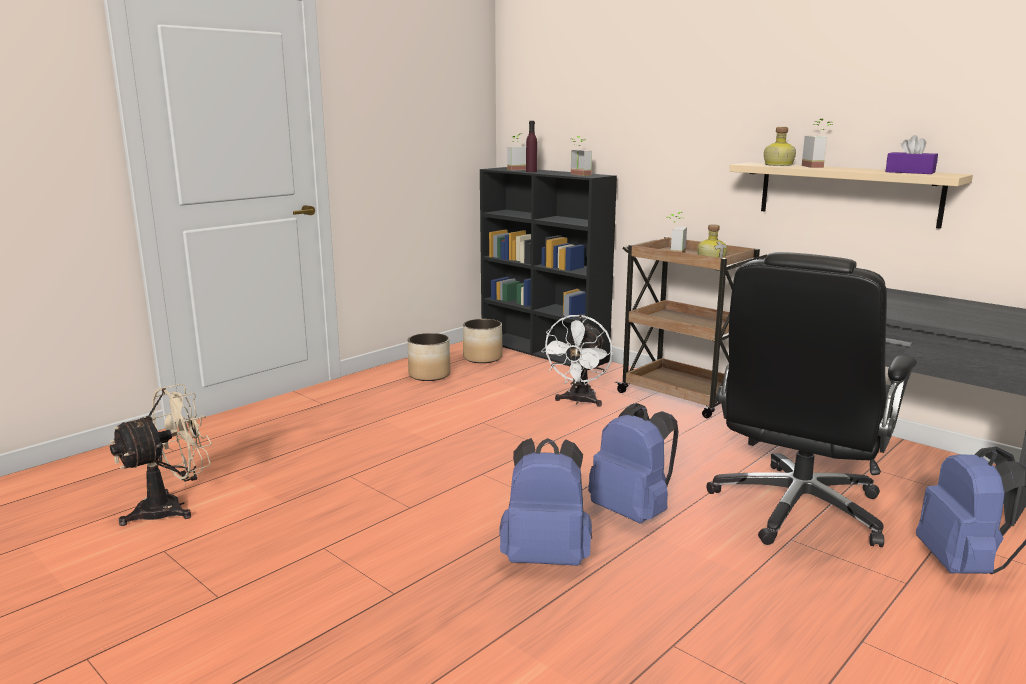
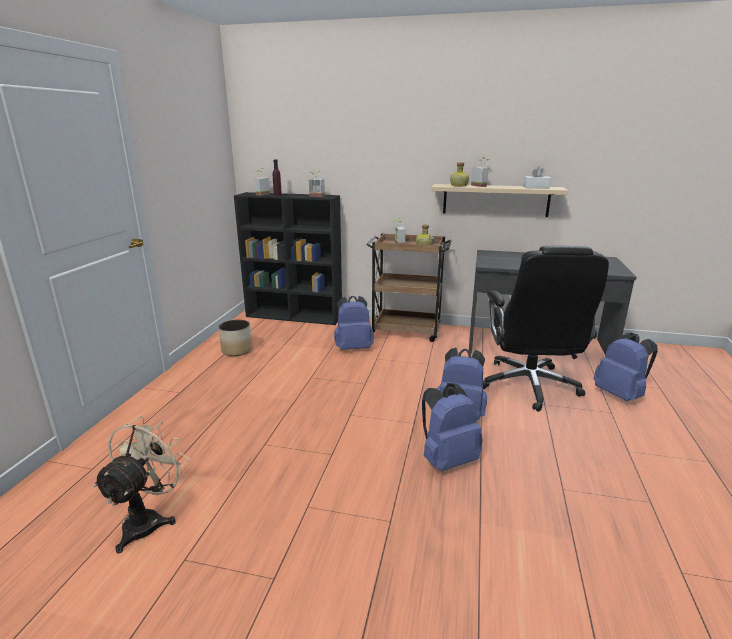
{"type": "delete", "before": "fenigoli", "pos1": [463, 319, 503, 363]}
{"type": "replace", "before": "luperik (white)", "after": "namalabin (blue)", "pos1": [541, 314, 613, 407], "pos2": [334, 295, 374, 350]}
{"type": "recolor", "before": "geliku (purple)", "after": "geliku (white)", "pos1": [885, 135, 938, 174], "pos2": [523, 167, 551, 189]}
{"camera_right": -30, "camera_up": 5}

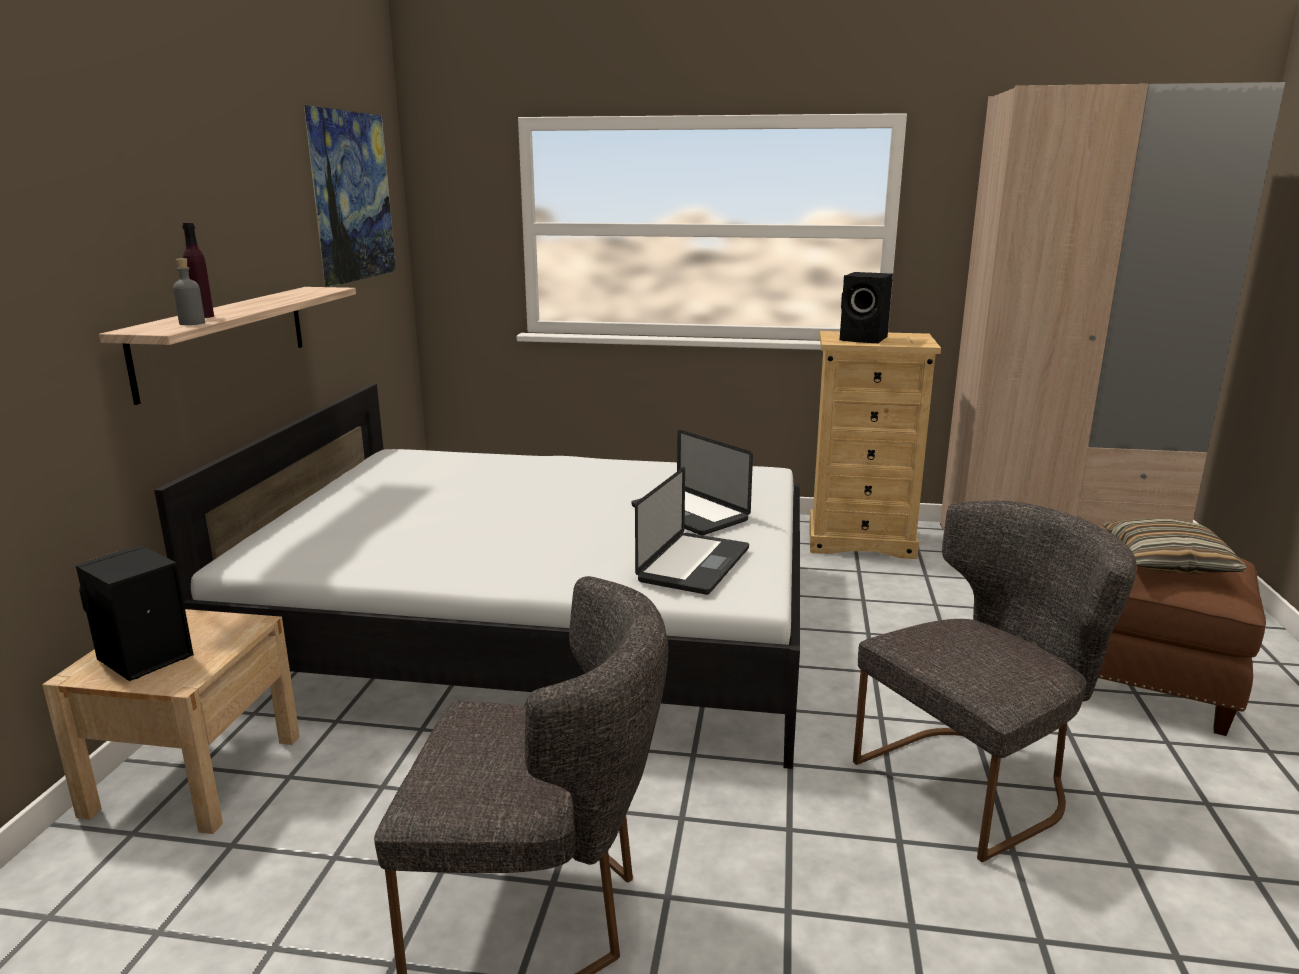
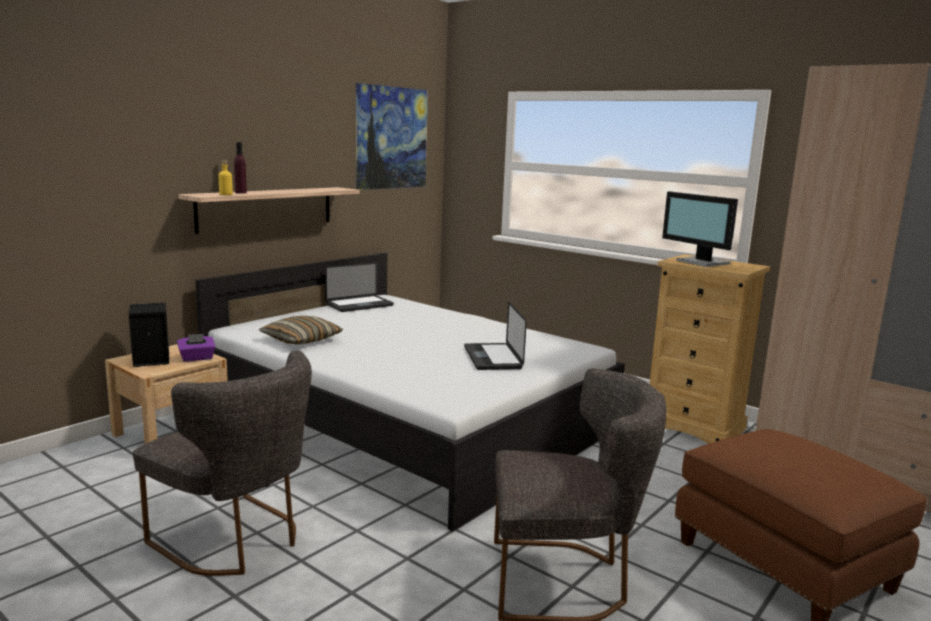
{"type": "insert", "after": "geliku (purple)", "pos2": [177, 334, 215, 362]}
{"type": "move", "before": "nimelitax", "pos1": [635, 467, 749, 595], "pos2": [325, 262, 394, 312]}
{"type": "move", "before": "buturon", "pos1": [1102, 518, 1247, 574], "pos2": [259, 316, 343, 345]}
{"type": "replace", "before": "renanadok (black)", "after": "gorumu", "pos1": [840, 272, 893, 343], "pos2": [662, 192, 738, 267]}
{"type": "recolor", "before": "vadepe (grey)", "after": "vadepe (yellow)", "pos1": [173, 258, 205, 325], "pos2": [218, 160, 233, 195]}
{"camera_right": 30, "camera_up": -5}

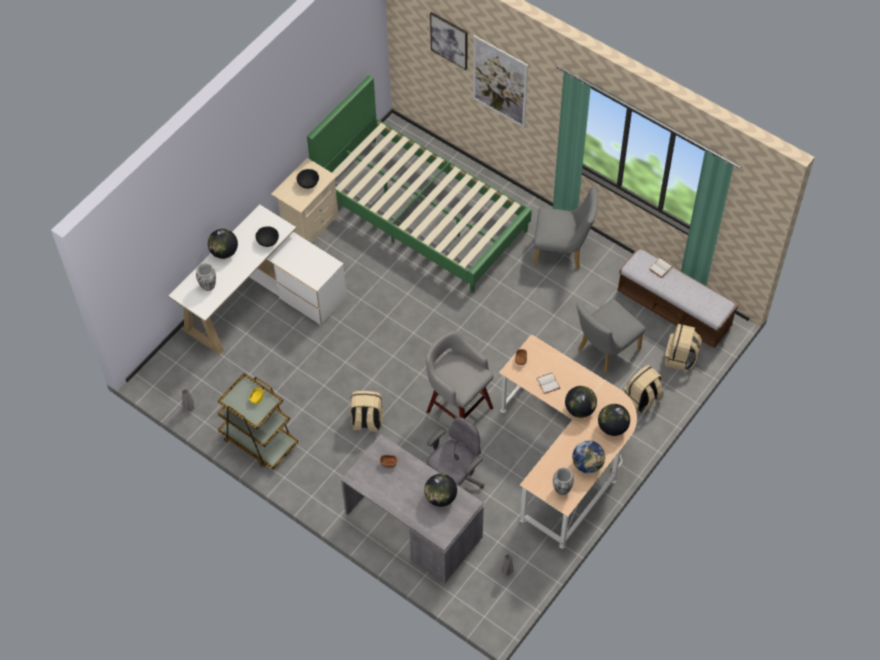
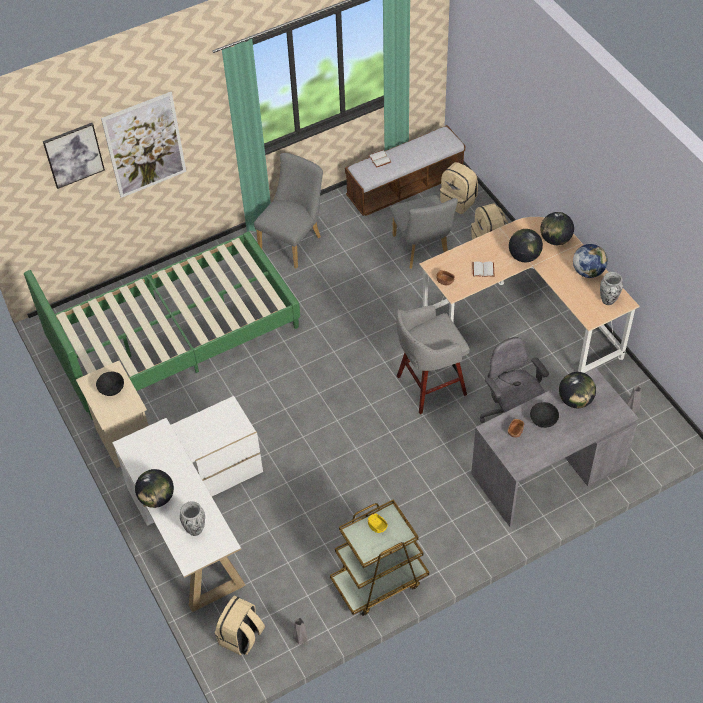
{"type": "move", "before": "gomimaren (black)", "pos1": [255, 226, 279, 247], "pos2": [530, 402, 559, 428]}
{"type": "move", "before": "namalabin (beige)", "pos1": [350, 391, 383, 432], "pos2": [215, 596, 265, 655]}
{"camera_right": -65, "camera_up": -5}

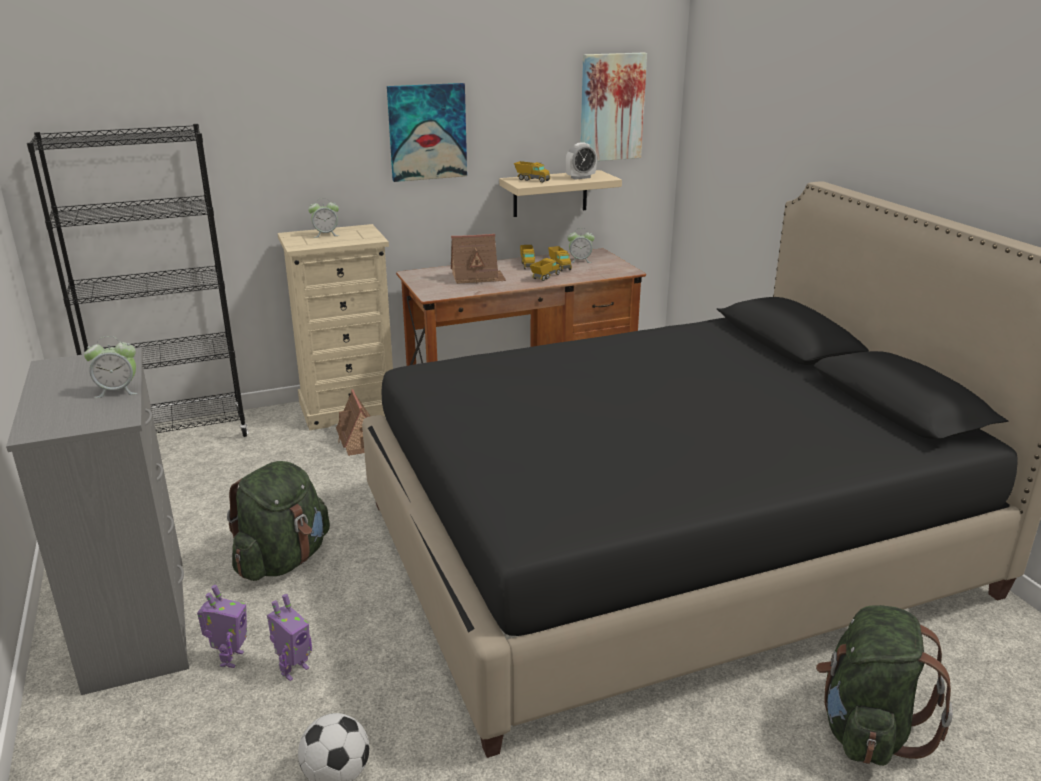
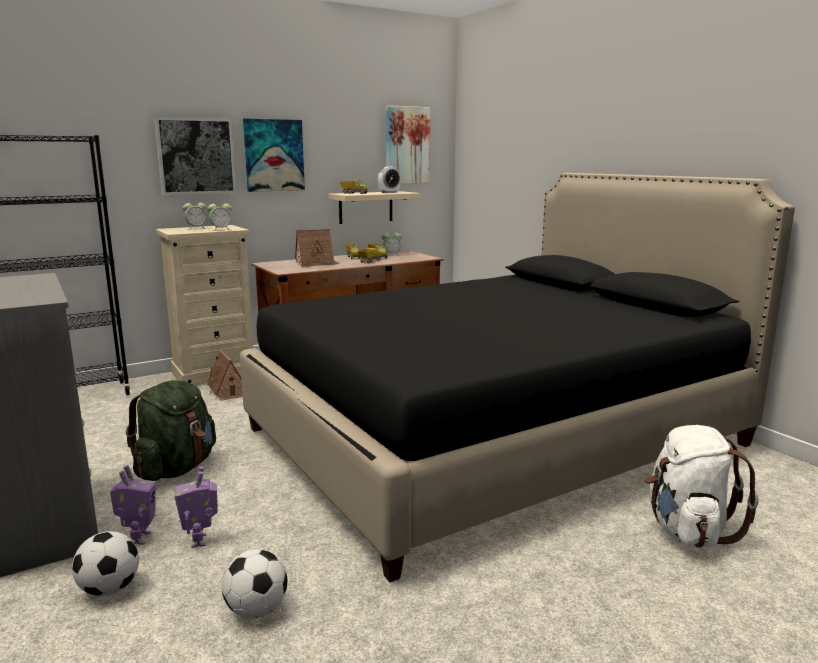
{"type": "insert", "after": "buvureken", "pos2": [72, 531, 139, 596]}
{"type": "insert", "after": "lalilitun", "pos2": [154, 117, 236, 195]}
{"type": "move", "before": "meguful", "pos1": [84, 336, 137, 398], "pos2": [207, 200, 232, 231]}
{"type": "recolor", "before": "namalabin (green)", "after": "namalabin (white)", "pos1": [816, 605, 953, 766], "pos2": [644, 425, 758, 548]}
{"type": "rotate", "before": "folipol", "pos1": [267, 594, 312, 681], "pos2": [174, 466, 218, 548], "turn": 135}
{"camera_right": -10, "camera_up": -10}

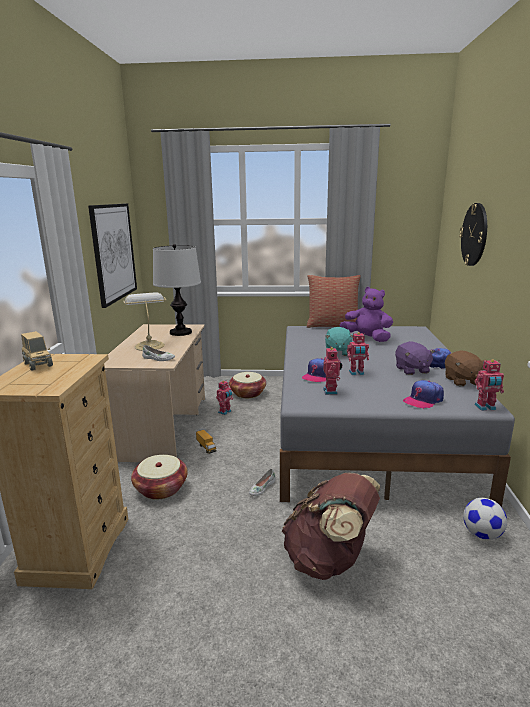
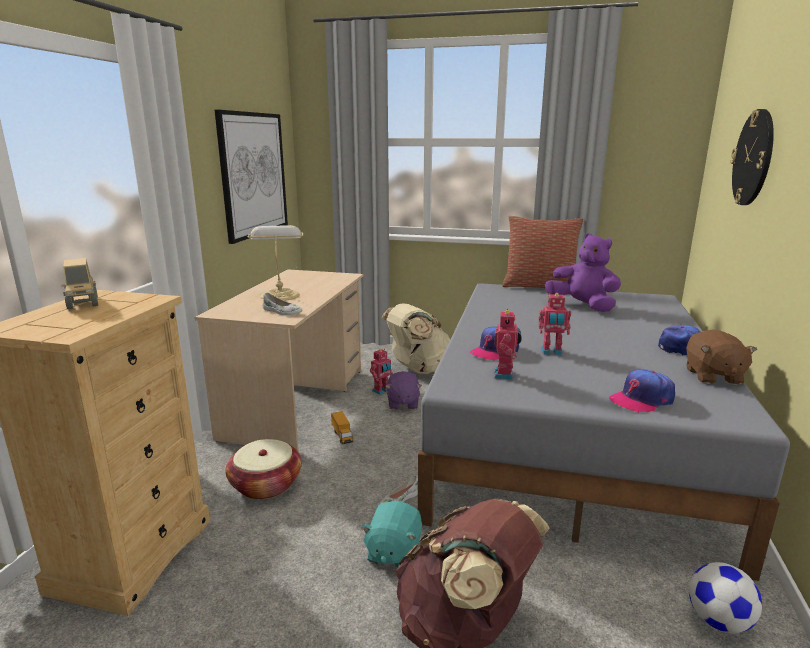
{"type": "delete", "before": "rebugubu", "pos1": [153, 244, 201, 336]}
{"type": "delete", "before": "folipol", "pos1": [474, 359, 504, 411]}
{"type": "move", "before": "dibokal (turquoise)", "pos1": [325, 327, 353, 356], "pos2": [361, 501, 422, 568]}
{"type": "move", "before": "dibokal (purple)", "pos1": [395, 341, 435, 375], "pos2": [385, 371, 422, 410]}
{"type": "replace", "before": "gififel", "after": "namalabin (beige)", "pos1": [229, 372, 266, 398], "pos2": [381, 303, 450, 374]}
{"camera_right": 10, "camera_up": 0}

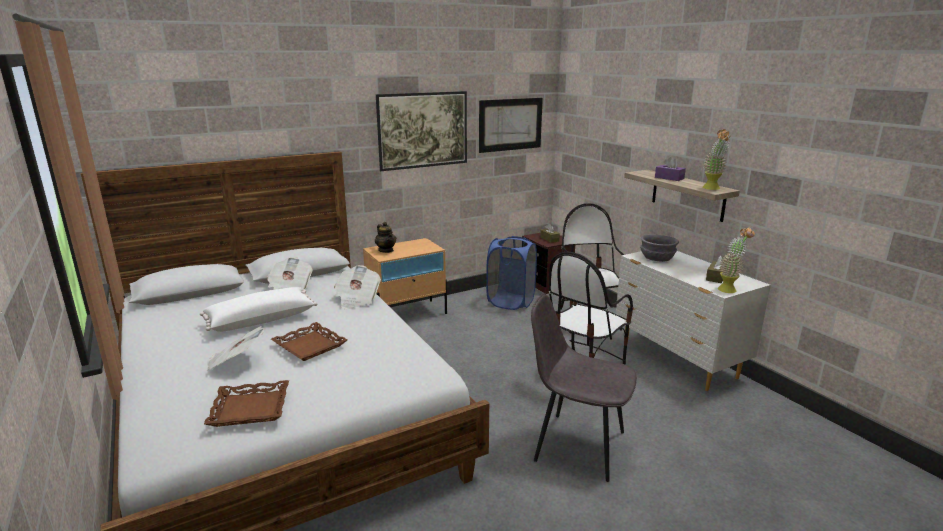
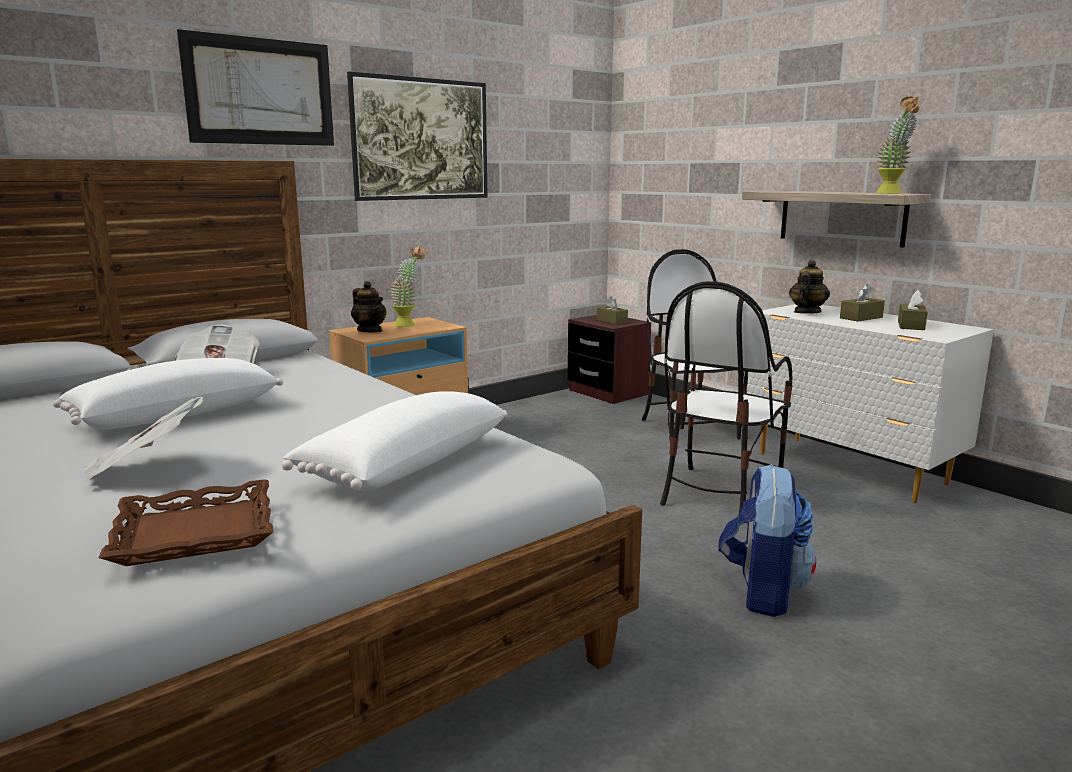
{"type": "delete", "before": "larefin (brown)", "pos1": [271, 322, 348, 361]}
{"type": "delete", "before": "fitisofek", "pos1": [334, 265, 381, 309]}
{"type": "delete", "before": "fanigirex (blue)", "pos1": [486, 236, 537, 310]}
{"type": "delete", "before": "geliku (purple)", "pos1": [655, 157, 686, 181]}
{"type": "insert", "after": "buturon (white)", "pos2": [282, 391, 508, 492]}
{"type": "insert", "after": "geliku (brown)", "pos2": [840, 284, 885, 321]}
{"type": "move", "before": "lalilitun", "pos1": [479, 98, 543, 153], "pos2": [177, 29, 334, 146]}
{"type": "move", "before": "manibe", "pos1": [718, 228, 755, 293], "pos2": [390, 247, 425, 327]}
{"type": "replace", "before": "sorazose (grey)", "after": "namalabin", "pos1": [531, 293, 637, 482], "pos2": [718, 464, 816, 617]}
{"type": "replace", "before": "gomimaren (grey)", "after": "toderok", "pos1": [640, 235, 679, 262], "pos2": [789, 260, 830, 314]}
{"camera_right": -10, "camera_up": -5}

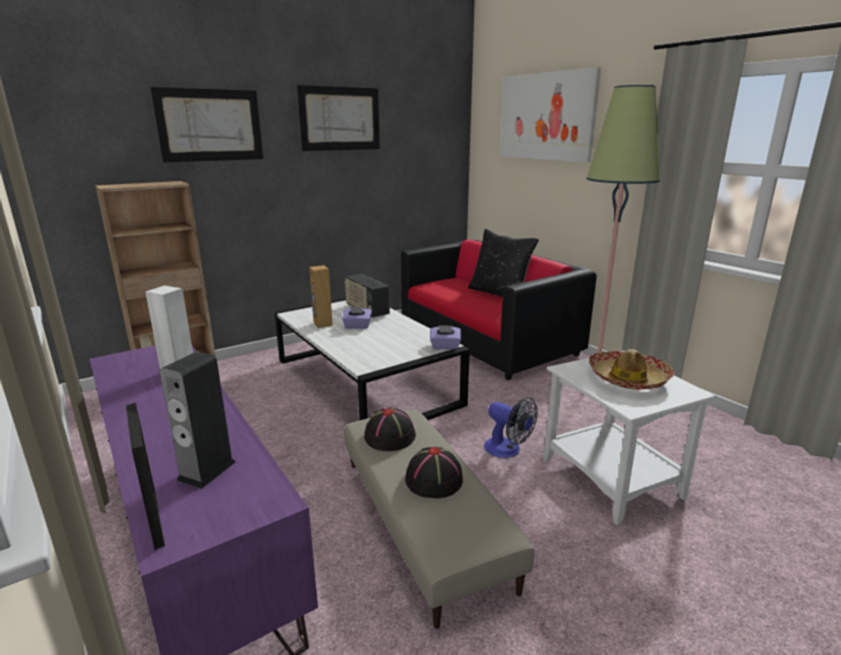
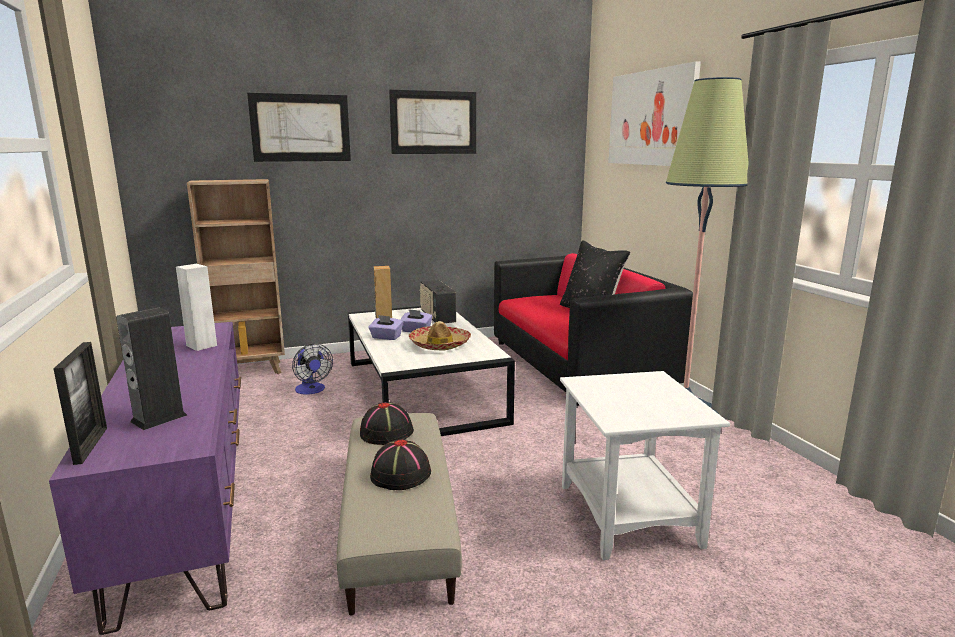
{"type": "move", "before": "geliku (purple)", "pos1": [430, 325, 461, 349], "pos2": [368, 315, 403, 340]}
{"type": "move", "before": "luperik", "pos1": [484, 397, 538, 458], "pos2": [292, 343, 333, 395]}
{"type": "move", "before": "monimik", "pos1": [589, 349, 675, 390], "pos2": [409, 321, 471, 350]}
{"camera_right": 15, "camera_up": -5}

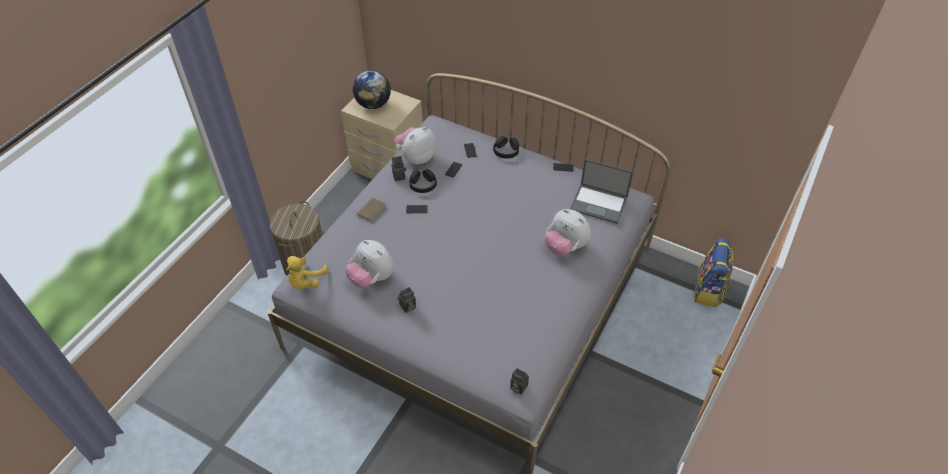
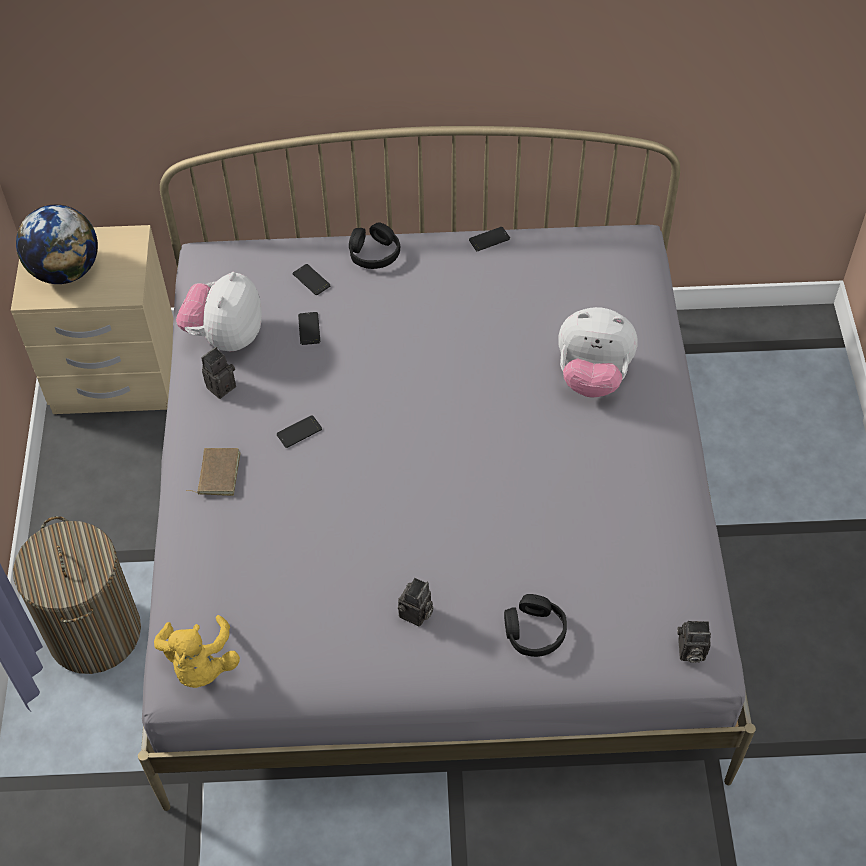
{"type": "delete", "before": "dibokal", "pos1": [345, 240, 394, 288]}
{"type": "delete", "before": "nimelitax", "pos1": [570, 159, 633, 224]}
{"type": "delete", "before": "namalabin", "pos1": [694, 238, 733, 307]}
{"type": "move", "before": "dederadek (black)", "pos1": [410, 169, 437, 193], "pos2": [504, 594, 567, 657]}
{"camera_right": -30, "camera_up": 5}

